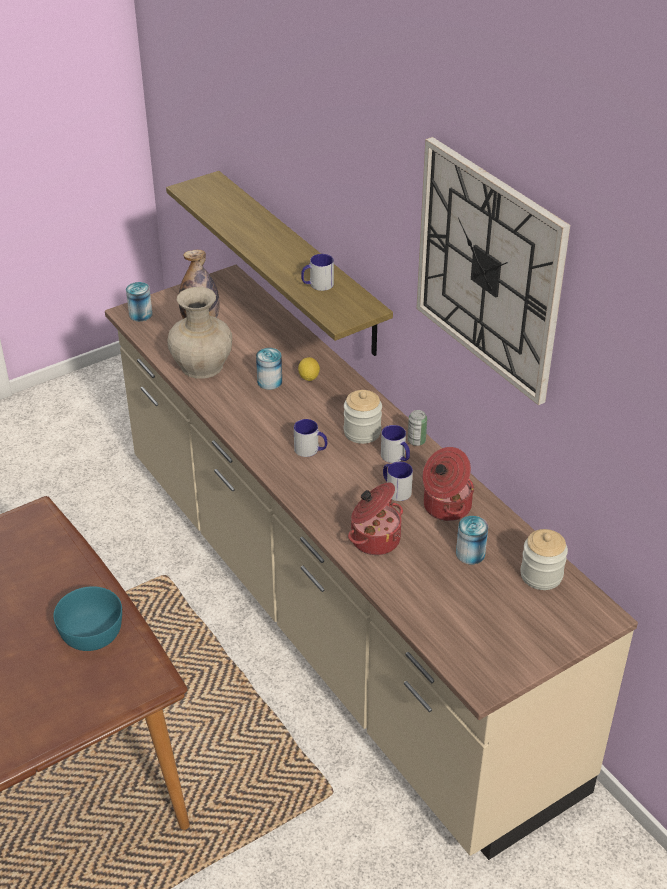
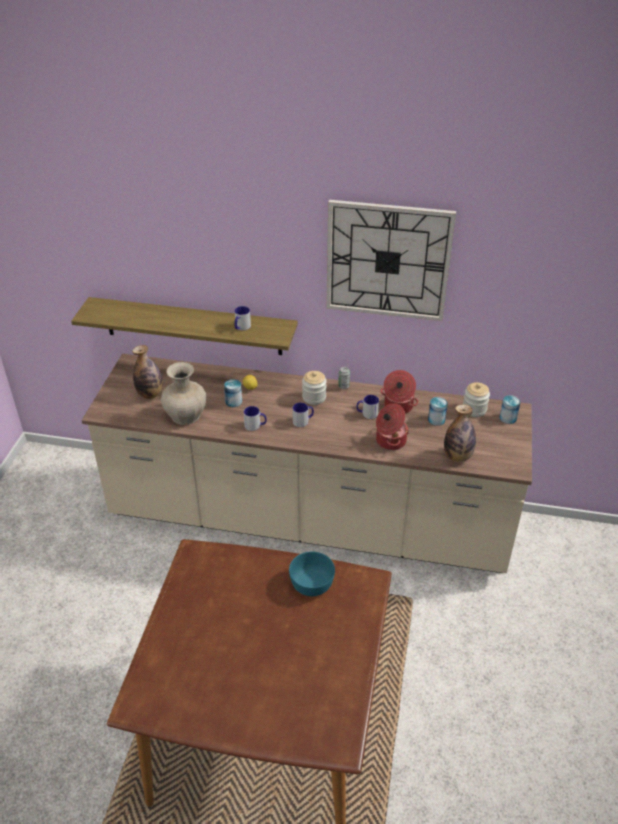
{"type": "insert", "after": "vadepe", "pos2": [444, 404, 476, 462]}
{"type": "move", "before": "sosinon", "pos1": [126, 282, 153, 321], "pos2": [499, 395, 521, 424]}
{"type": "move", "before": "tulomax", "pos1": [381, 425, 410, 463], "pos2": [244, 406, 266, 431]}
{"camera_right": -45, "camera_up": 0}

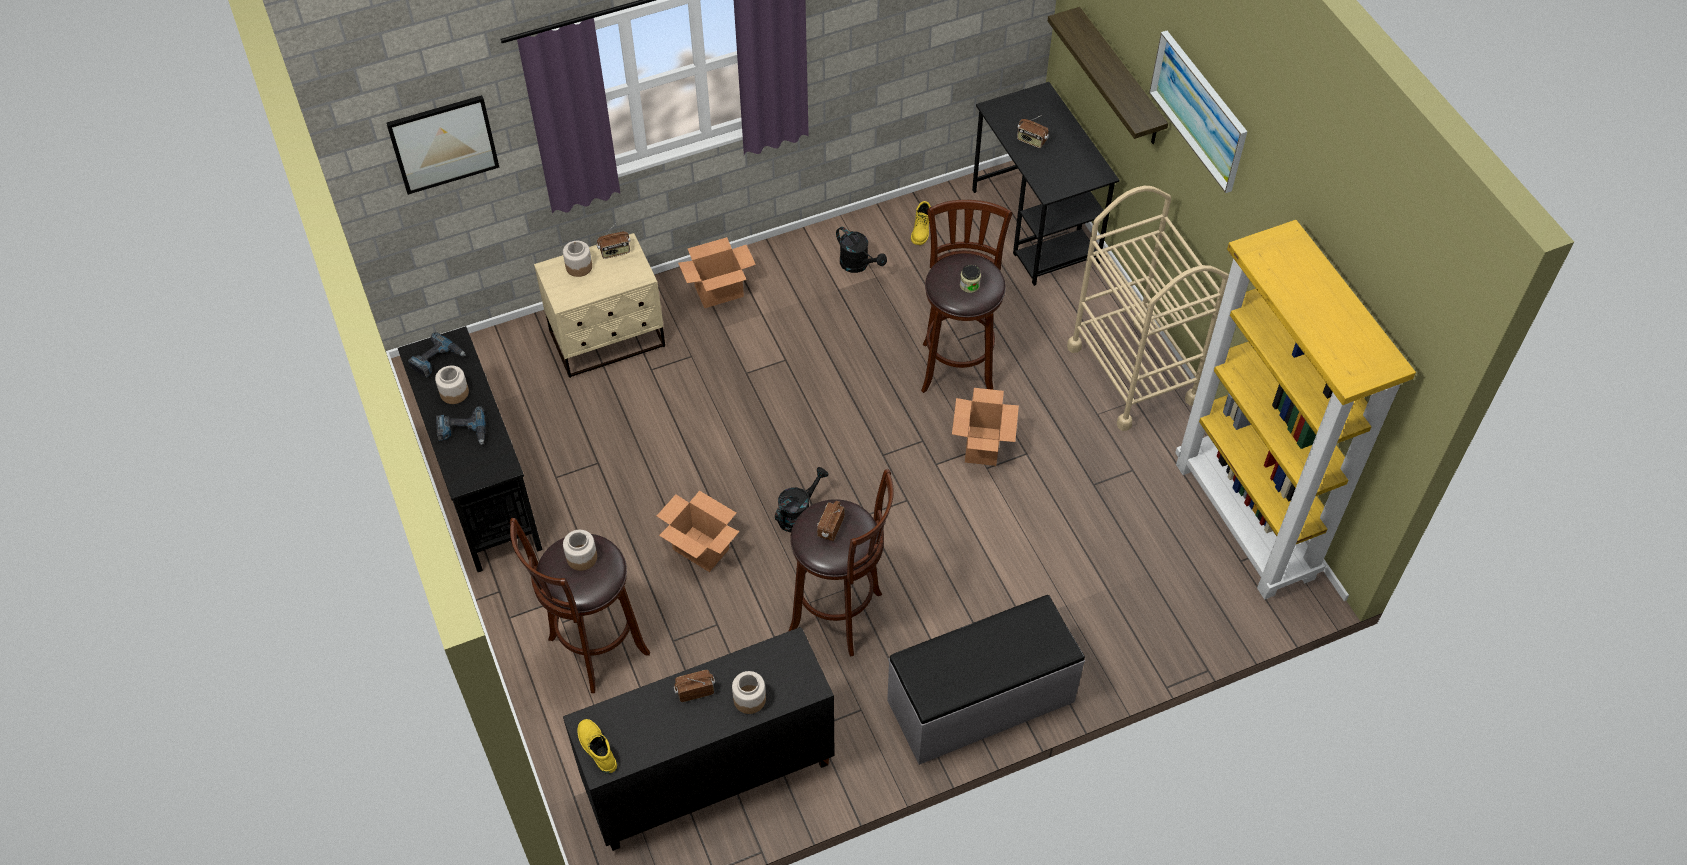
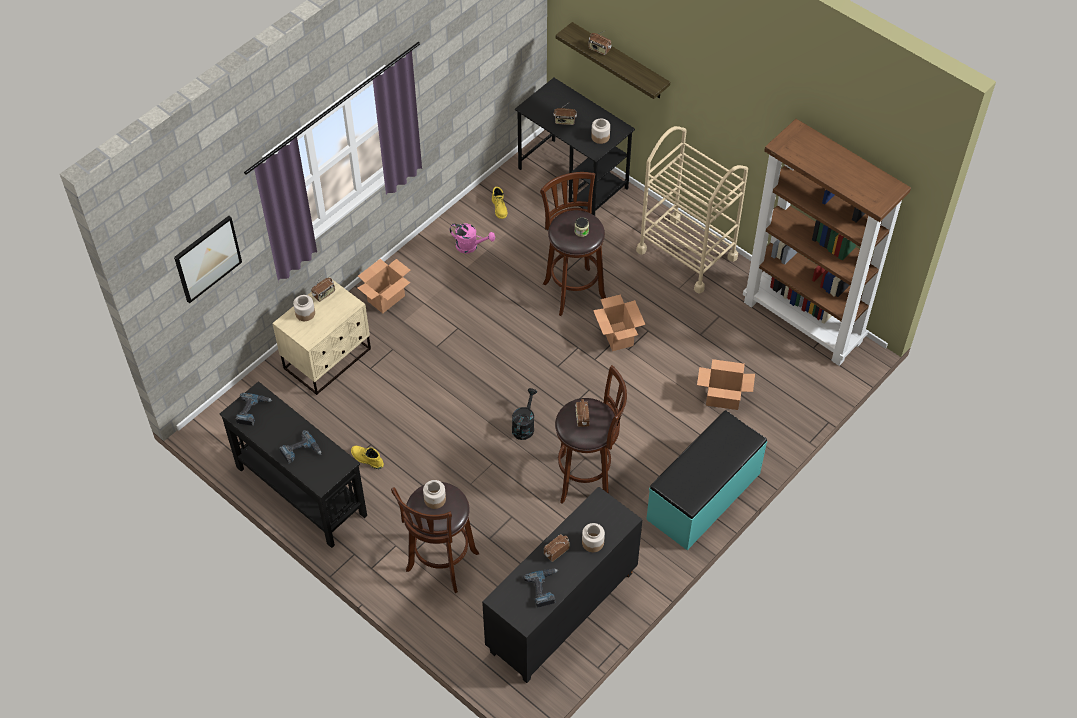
{"type": "delete", "before": "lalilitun", "pos1": [1149, 31, 1247, 193]}
{"type": "insert", "after": "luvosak", "pos2": [523, 569, 558, 608]}
{"type": "insert", "after": "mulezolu", "pos2": [588, 30, 612, 55]}
{"type": "move", "before": "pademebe", "pos1": [435, 366, 469, 404], "pos2": [591, 119, 610, 144]}
{"type": "move", "before": "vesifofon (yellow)", "pos1": [577, 719, 617, 774], "pos2": [351, 446, 384, 469]}
{"type": "move", "before": "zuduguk", "pos1": [657, 491, 740, 572], "pos2": [697, 359, 755, 410]}
{"type": "recolor", "before": "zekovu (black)", "after": "zekovu (pink)", "pos1": [836, 227, 887, 273], "pos2": [450, 224, 495, 253]}
{"type": "recolor", "before": "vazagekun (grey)", "after": "vazagekun (turquoise)", "pos1": [887, 595, 1085, 765], "pos2": [646, 410, 767, 550]}
{"type": "recolor", "before": "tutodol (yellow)", "after": "tutodol (brown)", "pos1": [1175, 220, 1416, 599], "pos2": [743, 119, 911, 366]}
{"camera_right": -25, "camera_up": 0}

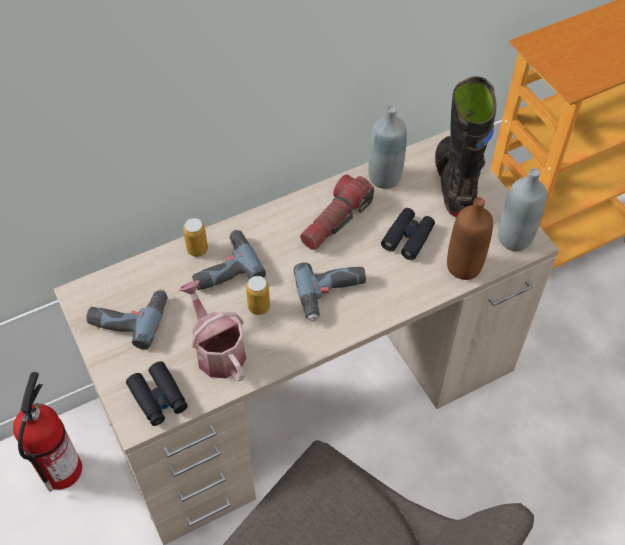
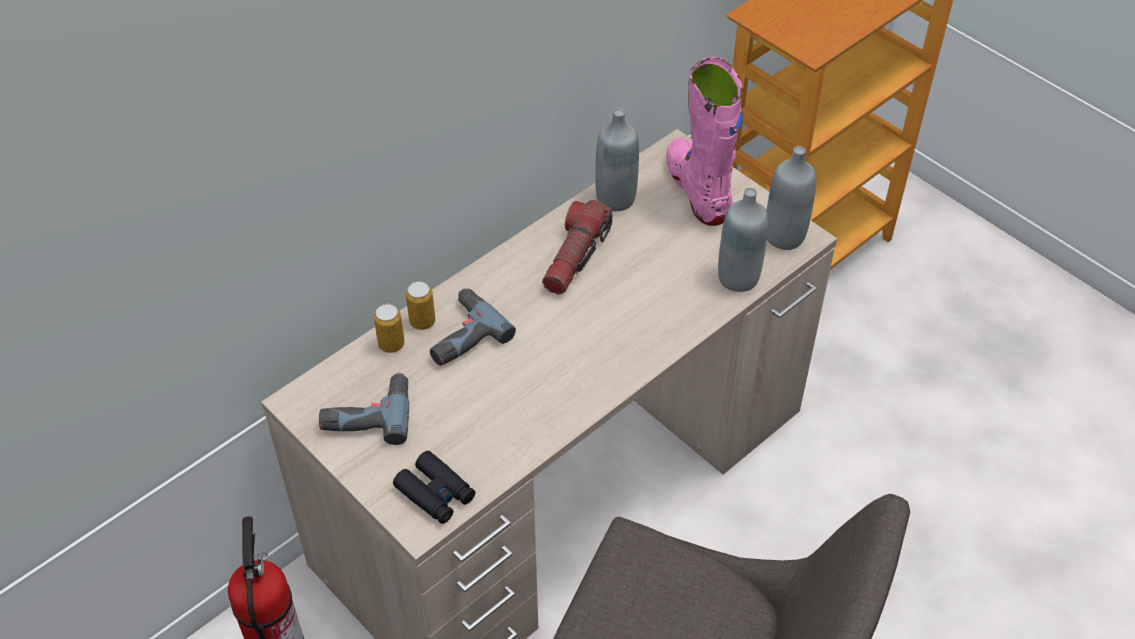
{"type": "delete", "before": "zekovu", "pos1": [179, 280, 246, 381]}
{"type": "delete", "before": "luvosak", "pos1": [294, 262, 366, 322]}
{"type": "delete", "before": "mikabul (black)", "pos1": [381, 208, 435, 260]}
{"type": "move", "before": "sosinon", "pos1": [246, 276, 270, 315], "pos2": [374, 304, 404, 353]}
{"type": "recolor", "before": "vesifofon (black)", "after": "vesifofon (pink)", "pos1": [435, 76, 496, 217], "pos2": [666, 57, 743, 226]}
{"type": "recolor", "before": "vadepe (brown)", "after": "vadepe (grey)", "pos1": [447, 197, 493, 280], "pos2": [718, 188, 768, 292]}
{"camera_right": -15, "camera_up": -5}

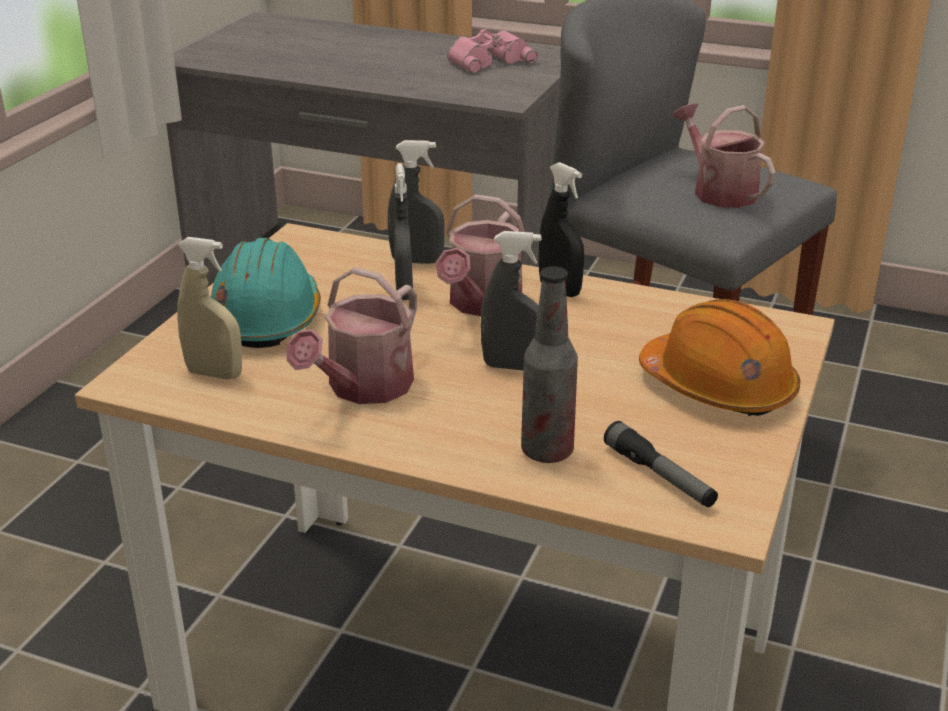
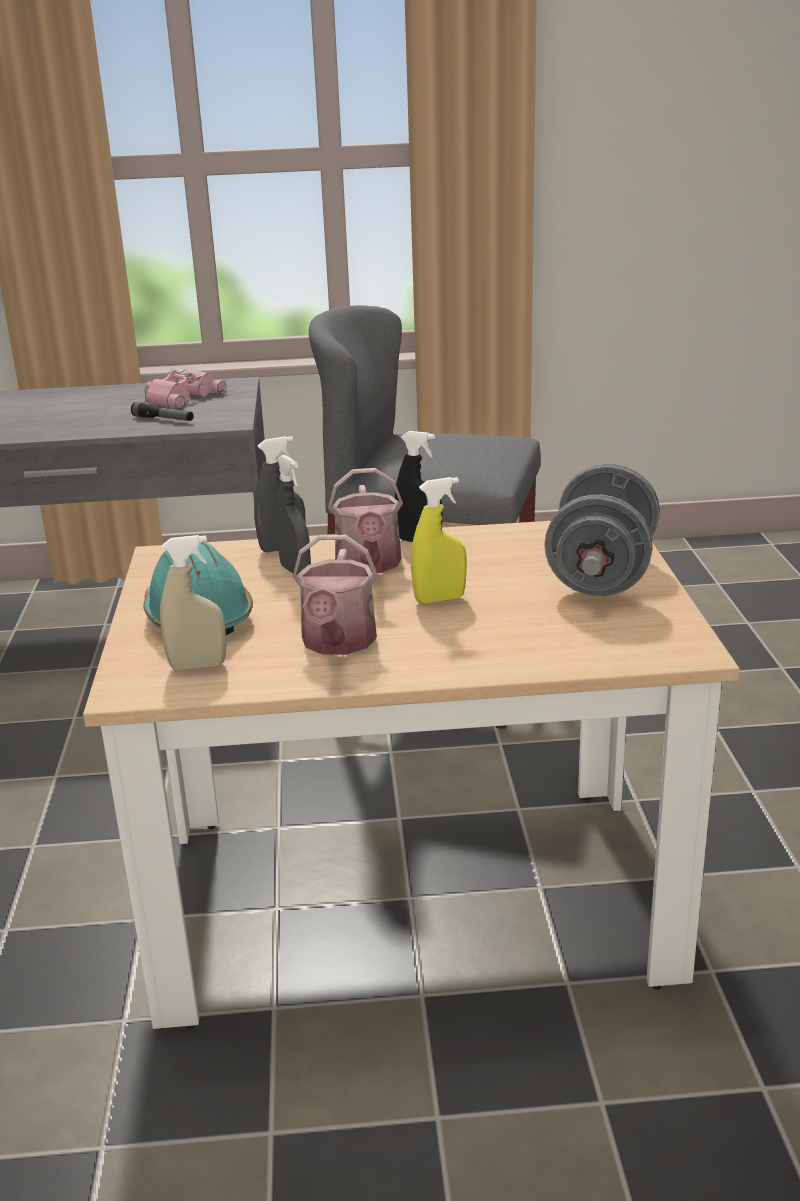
{"type": "delete", "before": "vadepe", "pos1": [521, 266, 578, 463]}
{"type": "delete", "before": "zekovu", "pos1": [672, 104, 776, 208]}
{"type": "move", "before": "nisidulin", "pos1": [604, 421, 718, 507], "pos2": [131, 402, 194, 421]}
{"type": "replace", "before": "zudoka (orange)", "after": "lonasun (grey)", "pos1": [639, 299, 800, 416], "pos2": [544, 463, 660, 596]}
{"type": "recolor", "before": "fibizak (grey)", "after": "fibizak (yellow)", "pos1": [481, 231, 542, 370], "pos2": [411, 477, 467, 604]}
{"camera_right": -25, "camera_up": -5}

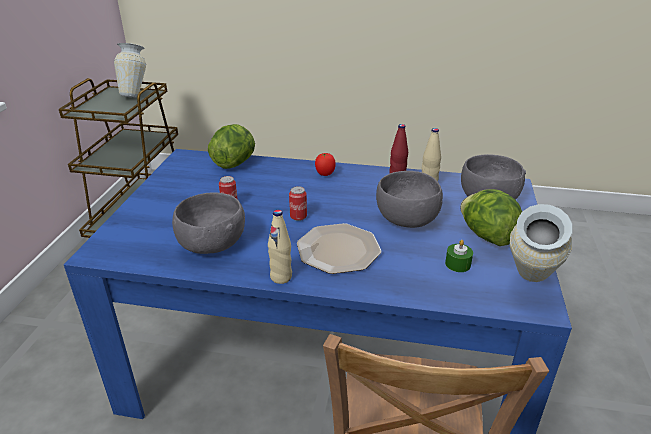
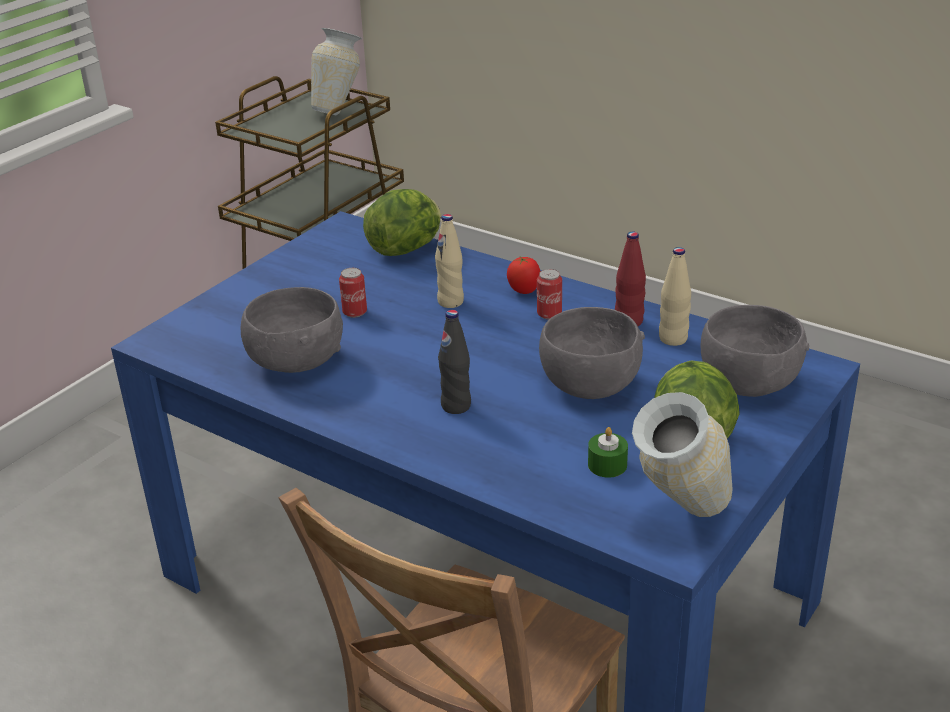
{"type": "move", "before": "vadepe (beige)", "pos1": [268, 210, 292, 284], "pos2": [435, 214, 464, 308]}
{"type": "move", "before": "sosinon", "pos1": [289, 186, 307, 221], "pos2": [537, 269, 562, 320]}
{"type": "replace", "before": "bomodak", "after": "vadepe (black)", "pos1": [297, 223, 382, 274], "pos2": [438, 310, 471, 414]}
{"camera_right": 25, "camera_up": 0}

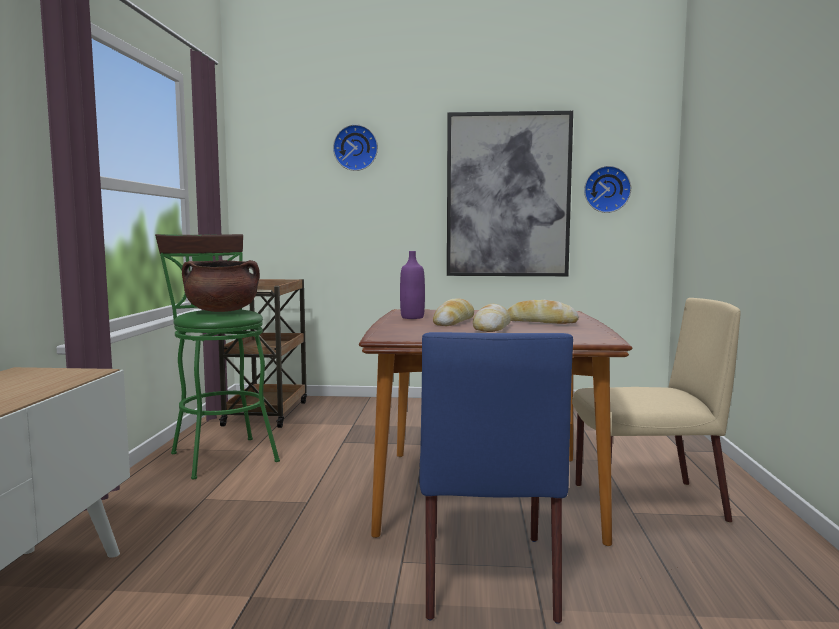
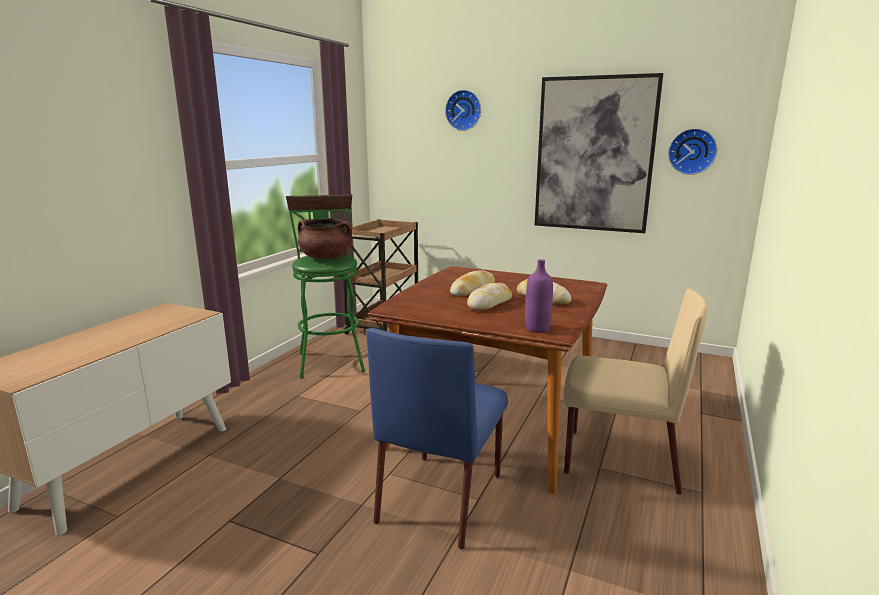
{"type": "move", "before": "vadepe (purple)", "pos1": [400, 251, 425, 319], "pos2": [525, 259, 553, 333]}
{"camera_right": 20, "camera_up": 10}

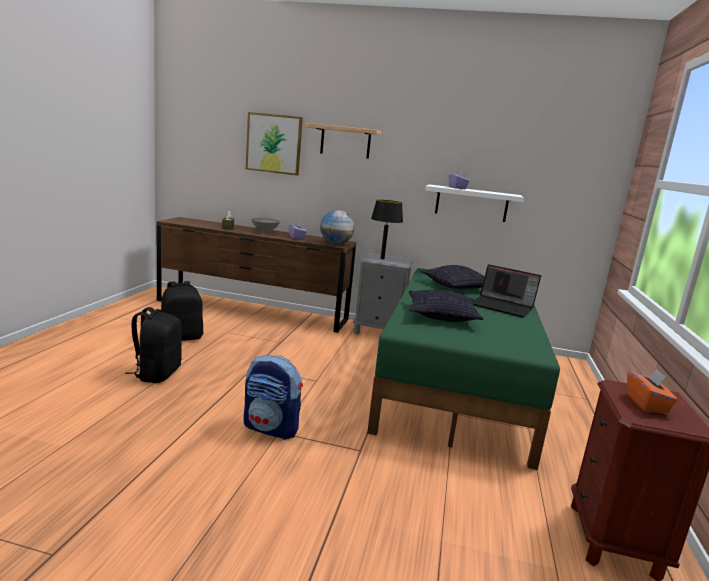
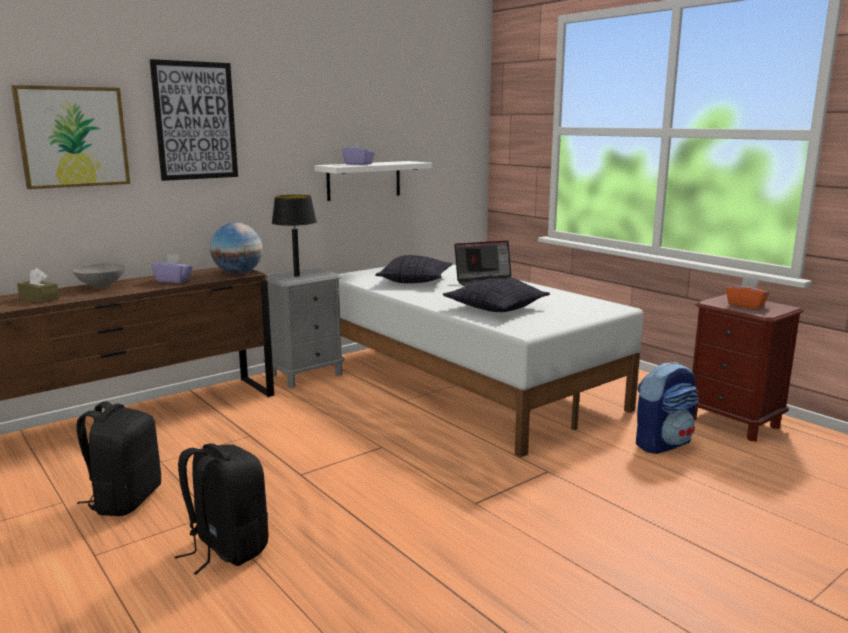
{"type": "move", "before": "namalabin", "pos1": [243, 355, 303, 440], "pos2": [636, 362, 699, 454]}
{"type": "replace", "before": "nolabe", "after": "lalilitun", "pos1": [305, 123, 382, 159], "pos2": [150, 59, 238, 181]}
{"type": "recolor", "before": "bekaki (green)", "after": "bekaki (white)", "pos1": [367, 268, 560, 470], "pos2": [339, 265, 643, 458]}
{"camera_right": -50, "camera_up": 0}

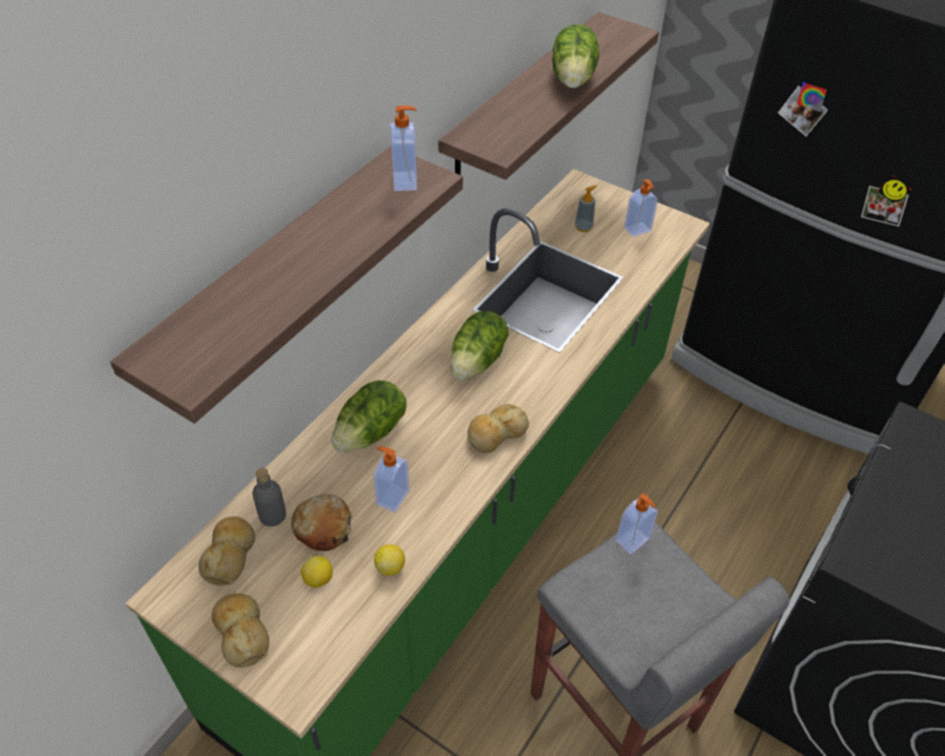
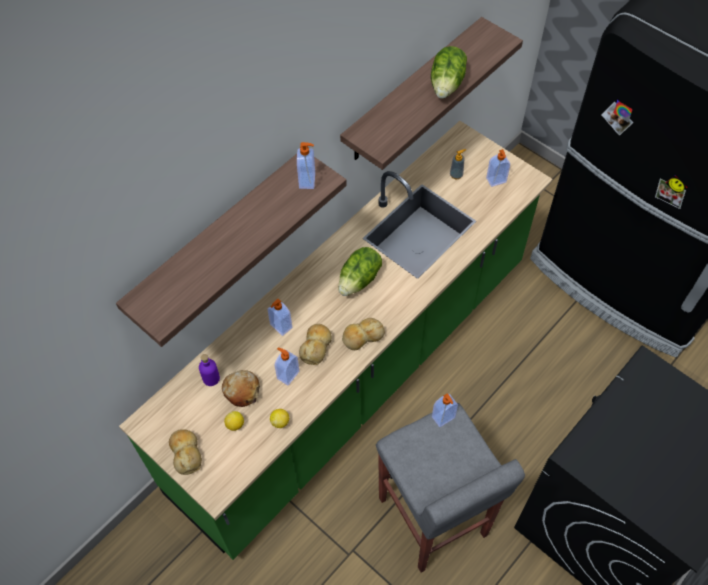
{"type": "move", "before": "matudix", "pos1": [198, 516, 255, 585], "pos2": [299, 324, 332, 365]}
{"type": "replace", "before": "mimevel", "after": "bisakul", "pos1": [331, 380, 407, 452], "pos2": [267, 299, 292, 336]}
{"type": "recolor", "before": "vadepe (grey)", "after": "vadepe (purple)", "pos1": [252, 468, 286, 526], "pos2": [199, 354, 220, 386]}
{"camera_right": 10, "camera_up": 10}

